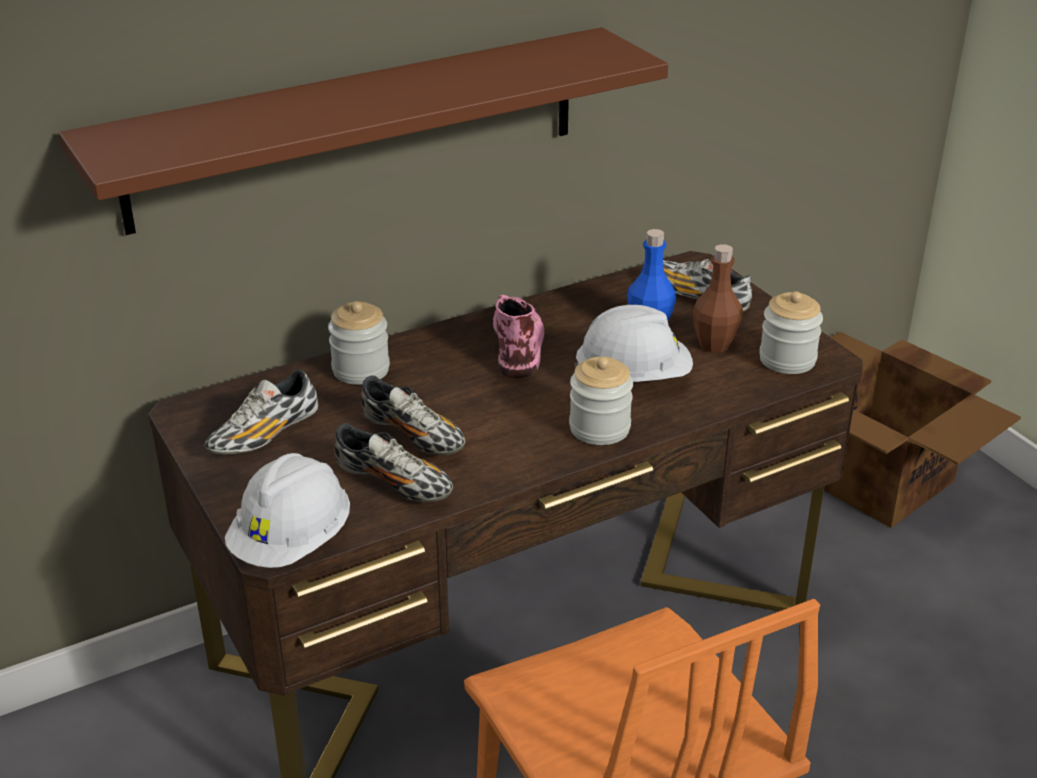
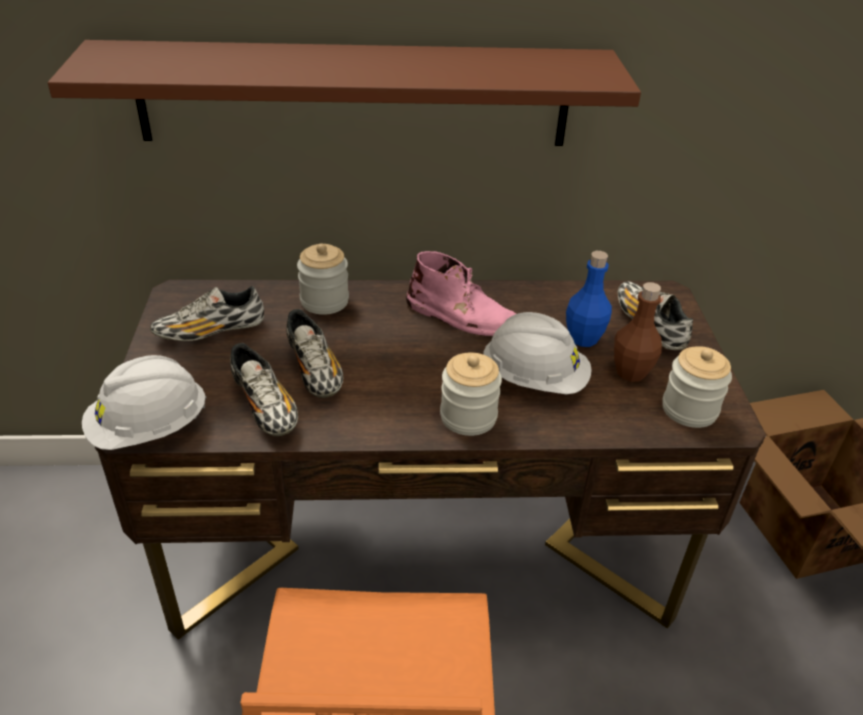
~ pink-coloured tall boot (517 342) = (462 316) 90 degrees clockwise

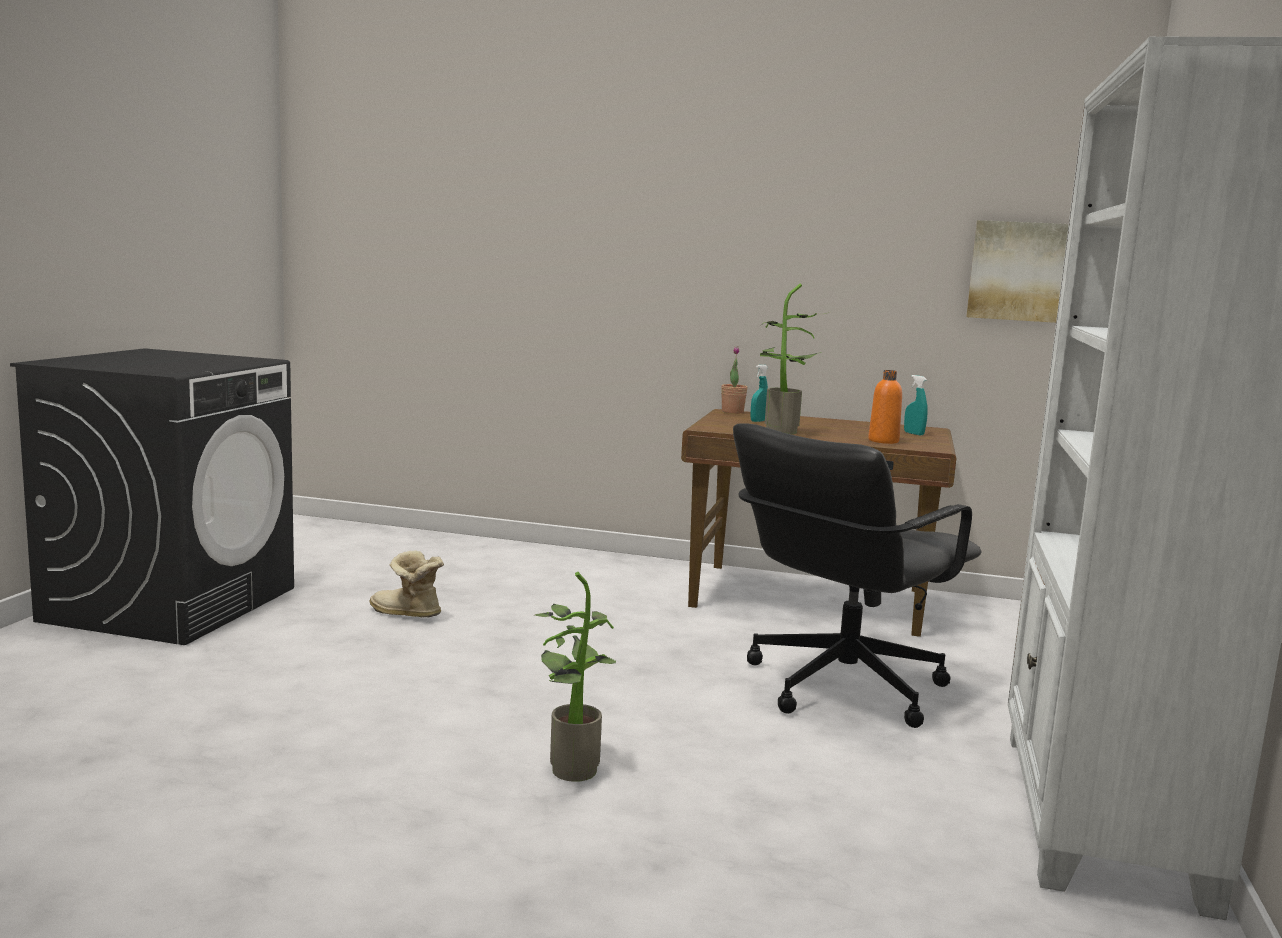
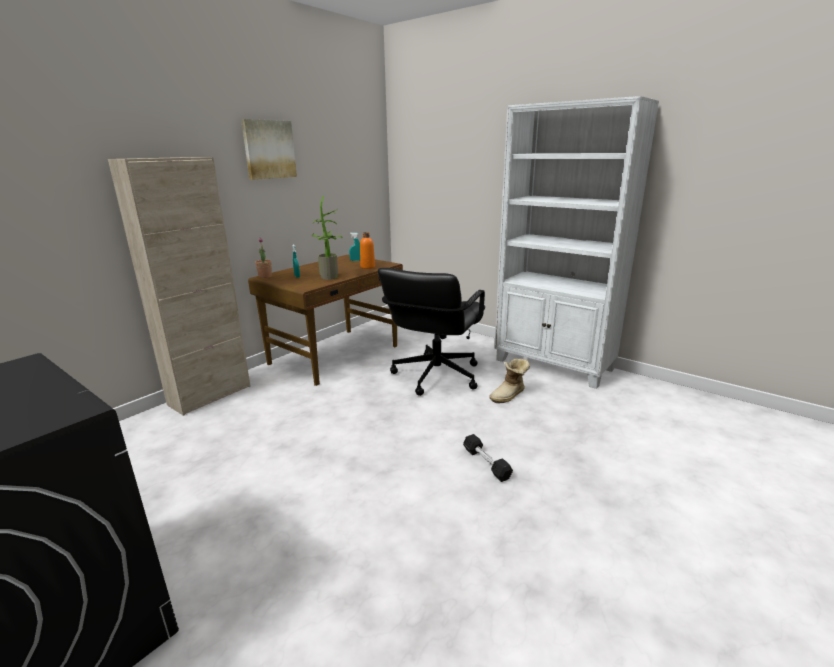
~ wall art (1021 271) to (269 149)
~ black desk chair (841 686) = (435 375) 45 degrees clockwise
~ tall boot (405 614) to (509 395)
~ potted plant (570 767) to black hand weight (486 463)
+ sand-coloured storage cabinet (210 395)

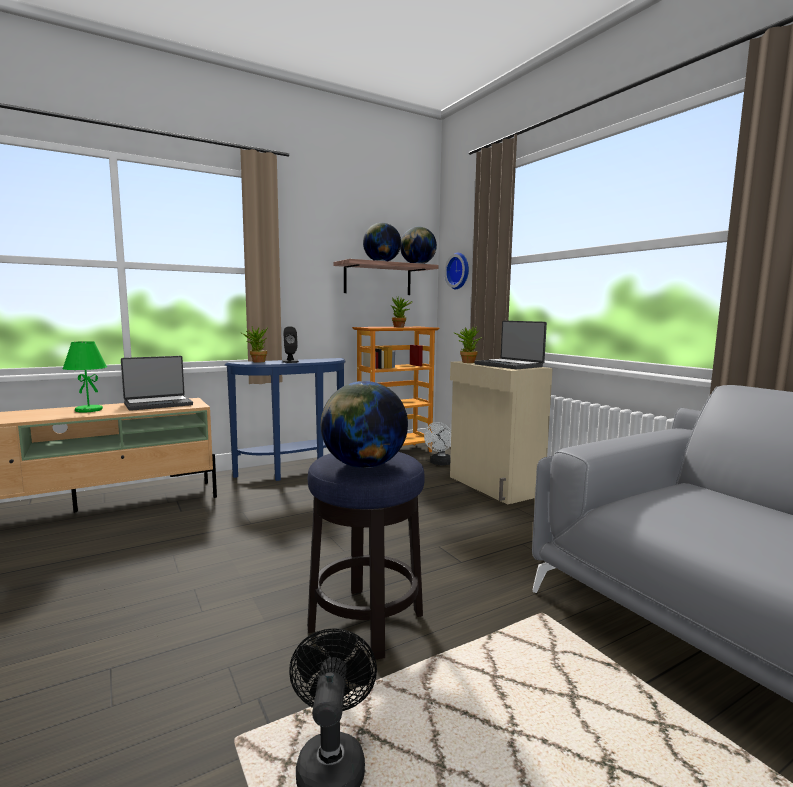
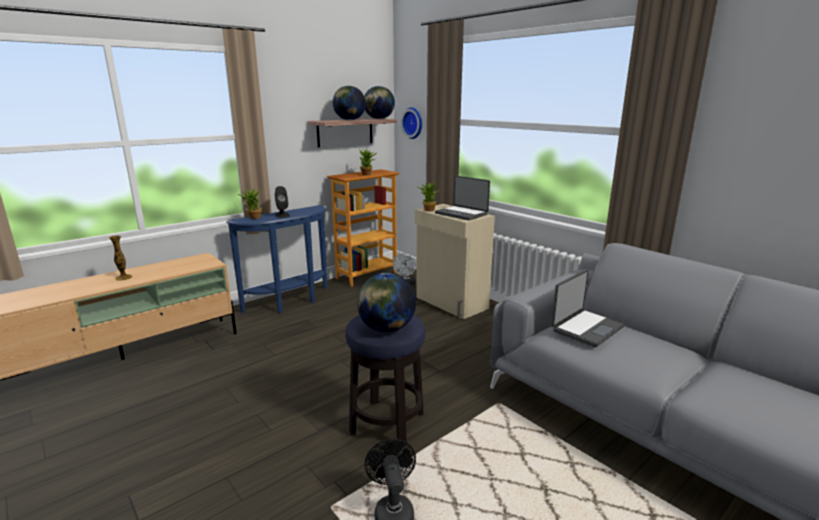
~ green-coloured tabletop lamp (88 410) to decorative vase (123 277)
~ notebook computer (158 404) to (586 328)

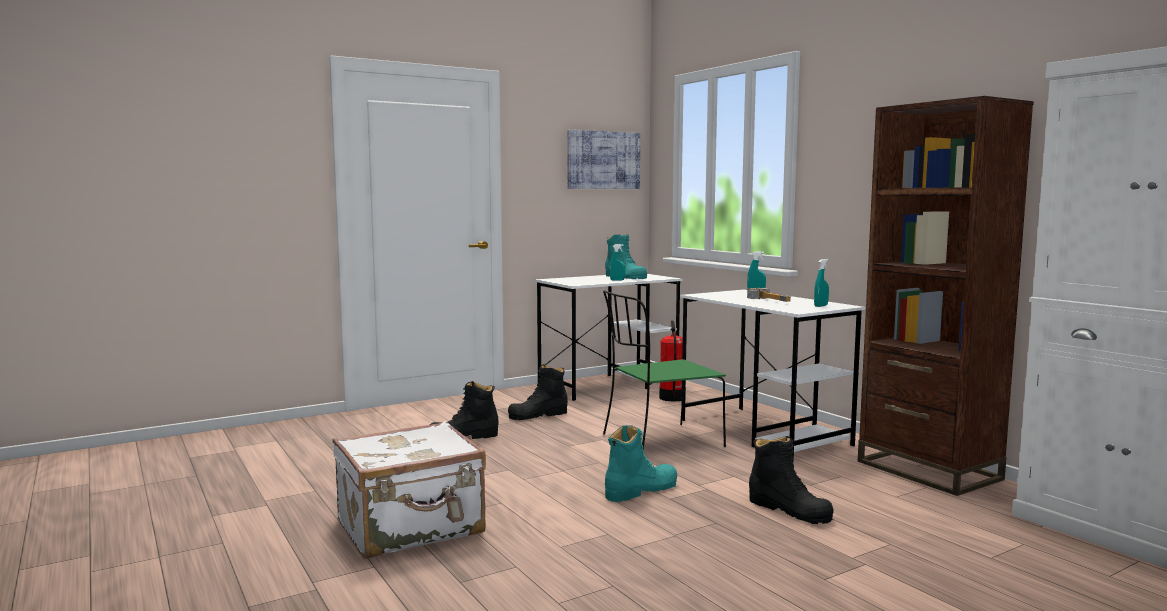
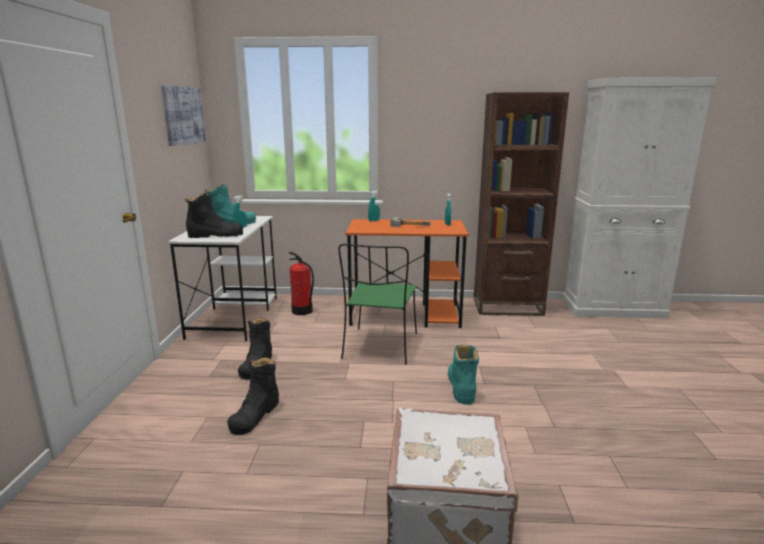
~ white desk unit (764 432) to orange-coloured desk unit (406 315)
~ black tall boot (789 510) to (216 235)

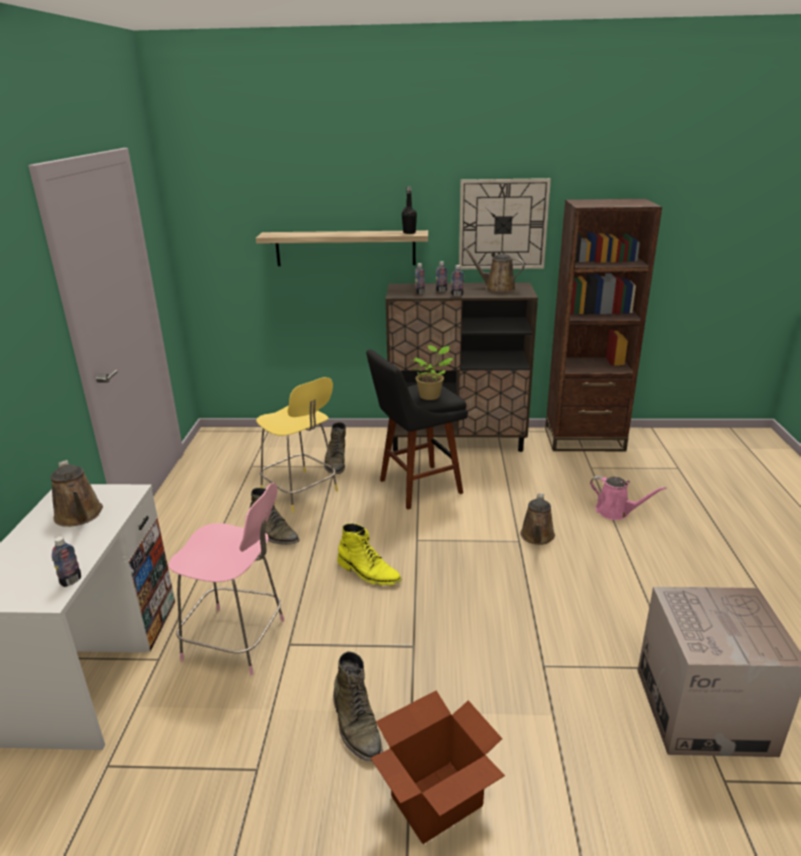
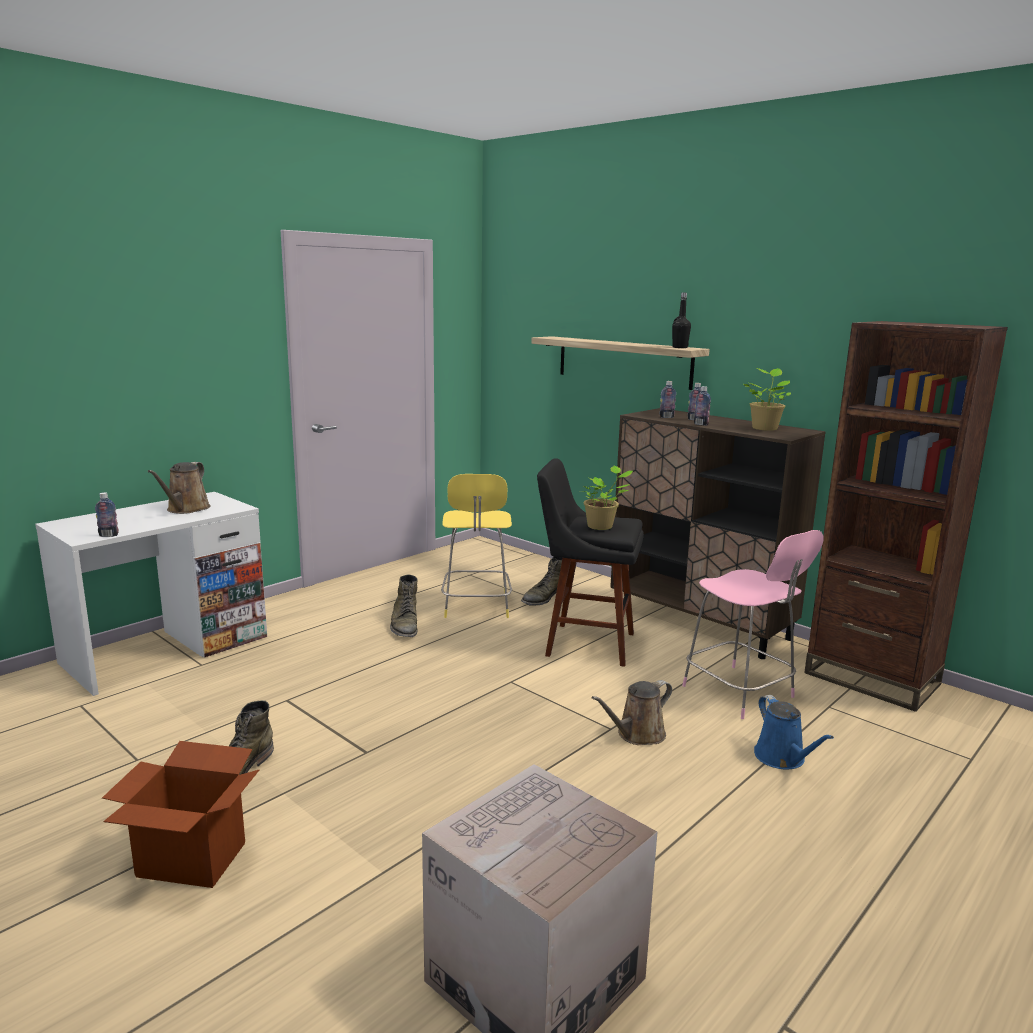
- hanging clock (503 224)
~ brown-coloured watering pot (497 288) to potted plant (765 428)
~ pink-coloured watering pot (616 511) to blue watering pot (782 758)
~ pink-coloured sitting stool (238 641) to (740 693)
- yellowish tall boot (368 572)

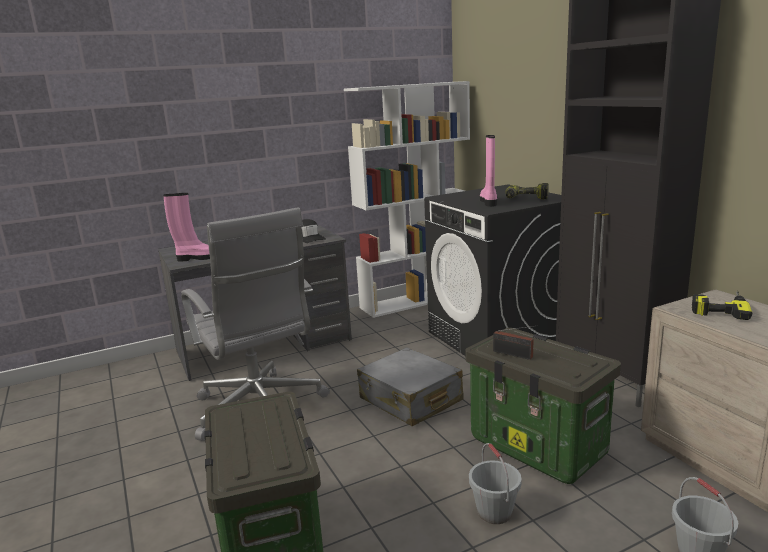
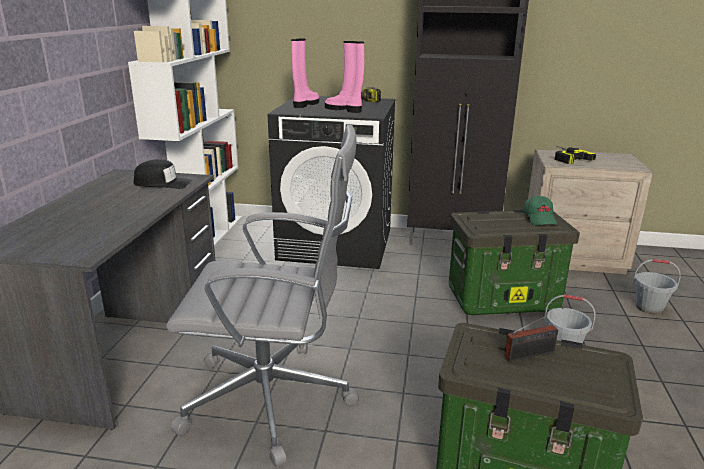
~ pink-coloured tall boot (198 258) to (305 104)
~ radio set (514 355) to (532 354)
- gray travel case (410 400)
+ green-coloured baseball cap (540 219)

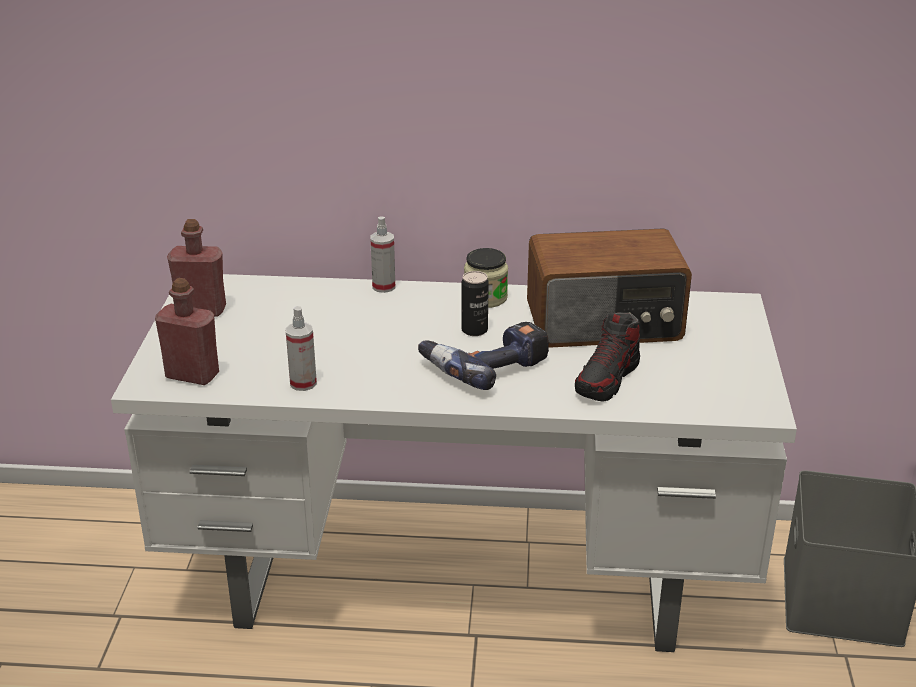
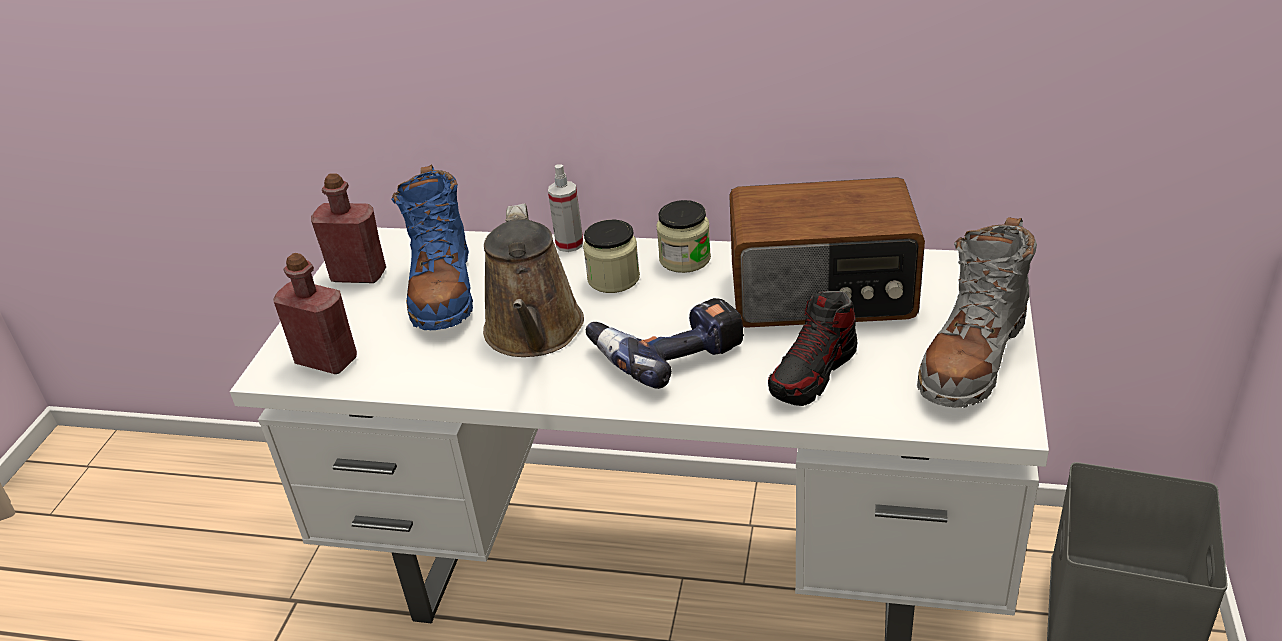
- metal can (474 330)
- hand sprayer (303 383)
+ blue tall boot (443 289)
+ brown-coloured watering pot (534 333)
+ gray tall boot (972 358)
+ jar (613 278)

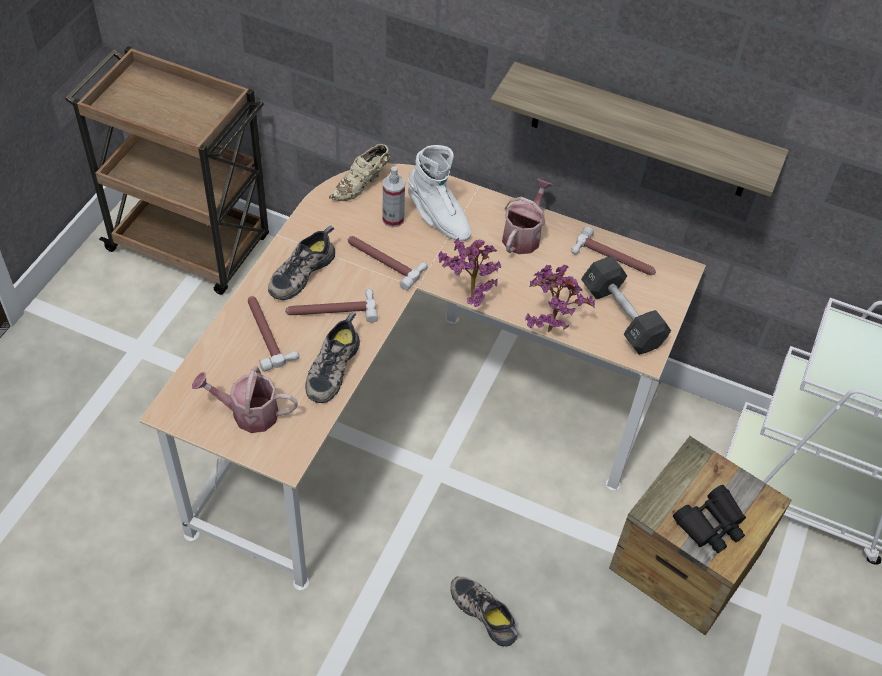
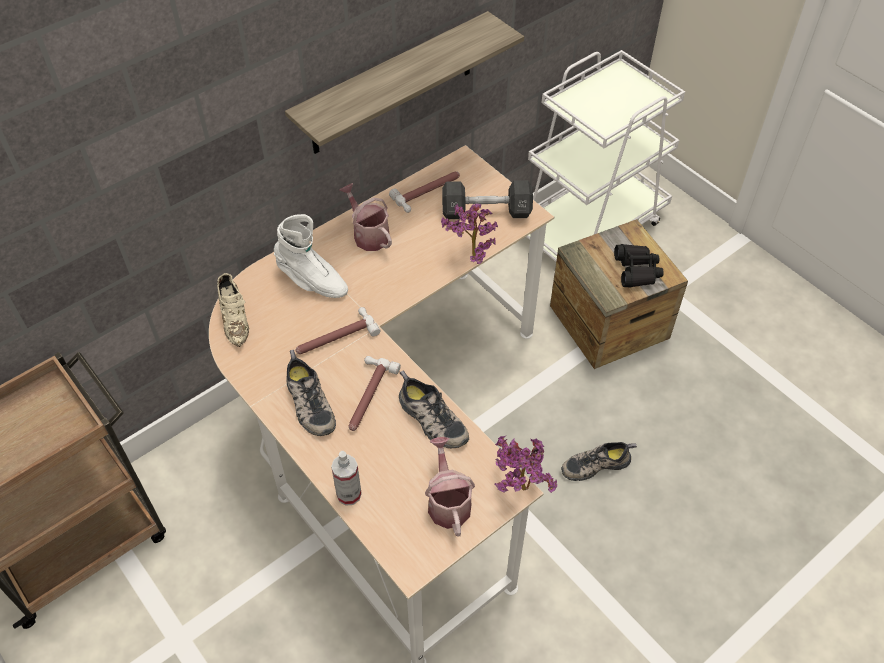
~ white tall boot (438 218) = (312 281) 45 degrees clockwise
~ hand sprayer (393 219) to (349 494)
~ potted plant (468 297) to (519 491)
- hammer (267 333)
~ watering pot (248 413) = (448 501) 135 degrees clockwise

